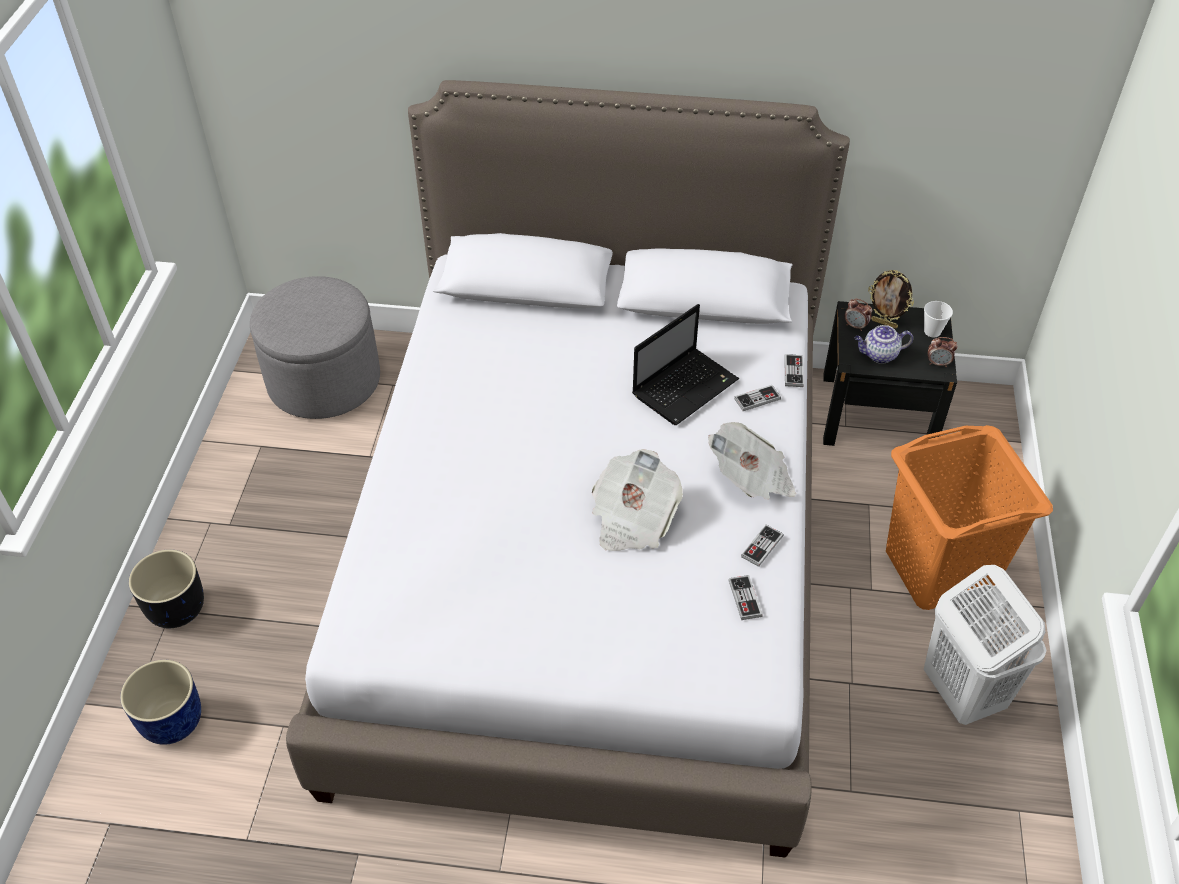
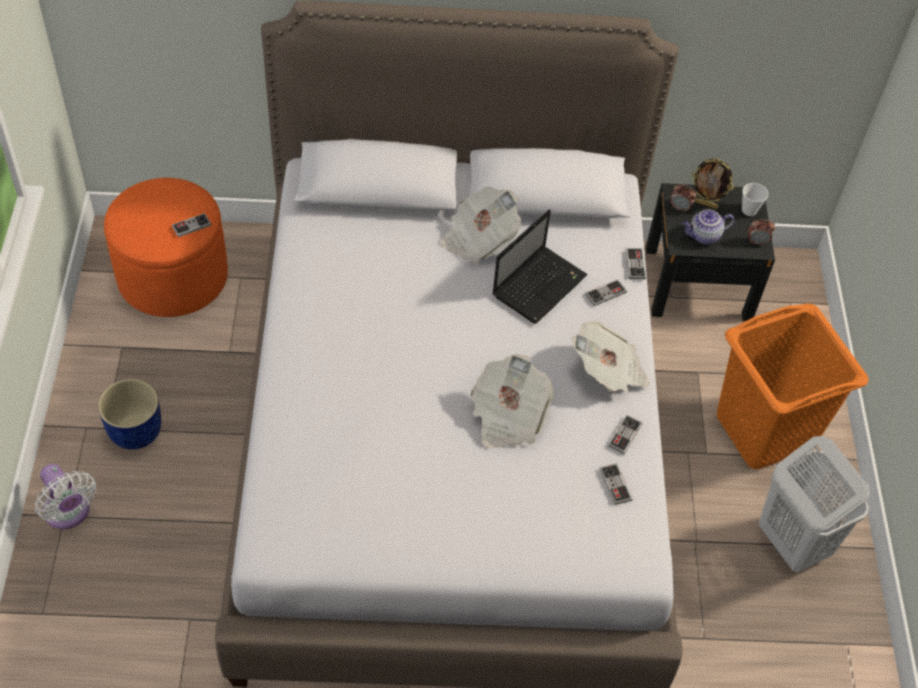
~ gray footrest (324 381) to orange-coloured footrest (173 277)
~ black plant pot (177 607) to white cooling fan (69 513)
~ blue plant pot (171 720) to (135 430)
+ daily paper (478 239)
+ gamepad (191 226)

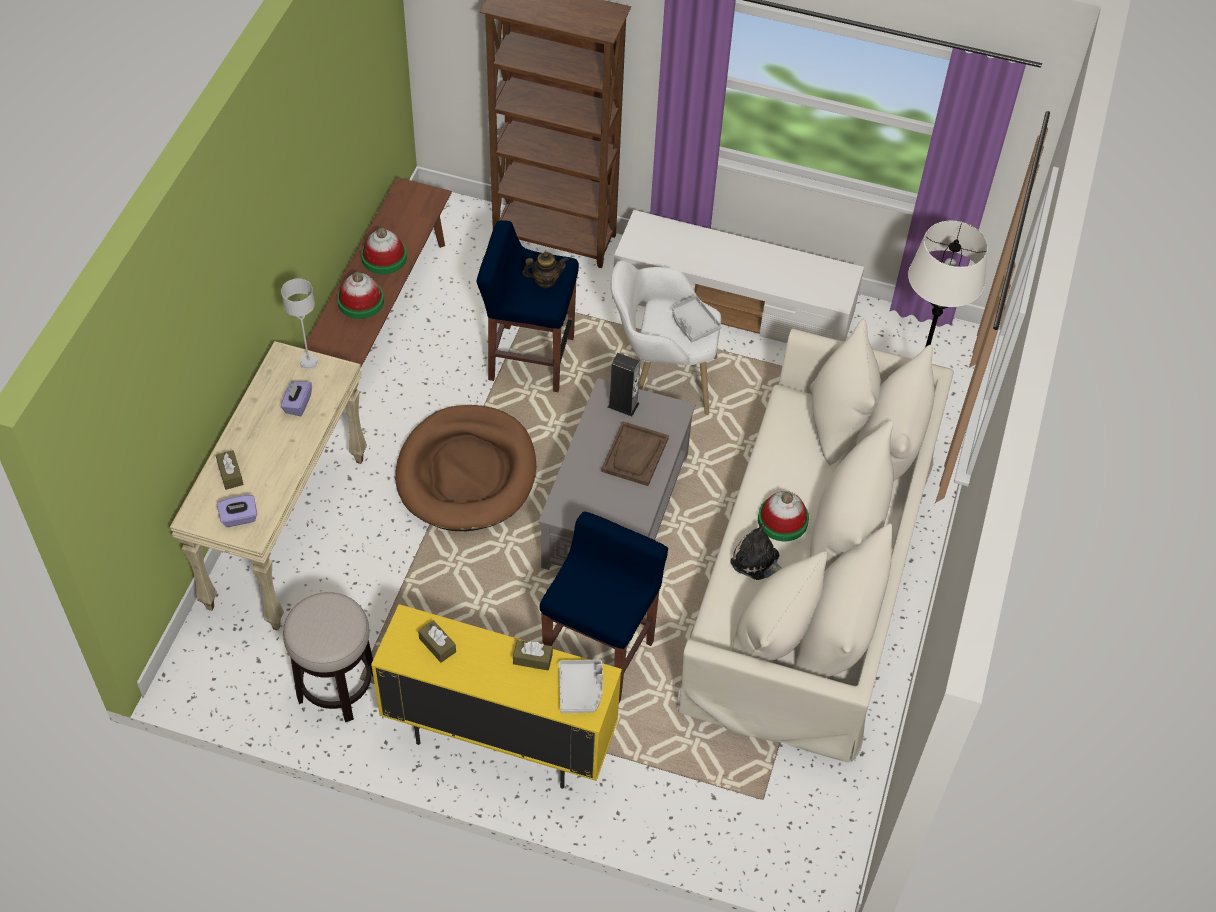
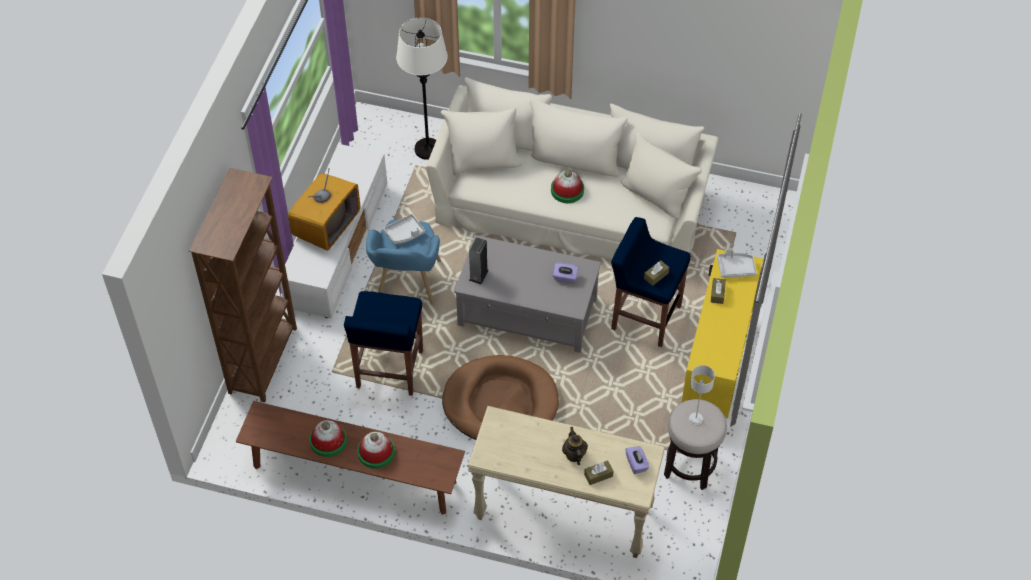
~ teapot (545 280) to (574 455)
~ white lounge chair (661 379) to blue lounge chair (407 288)
~ gray tabletop lamp (308 362) to (696 419)
~ purplish box of tissues (297 404) to (565 277)
- brown-coloured tray (635 455)
- cuddly toy (757 561)
~ brown-coloured box of tissues (437 645) to (656 276)
+ television (326 225)

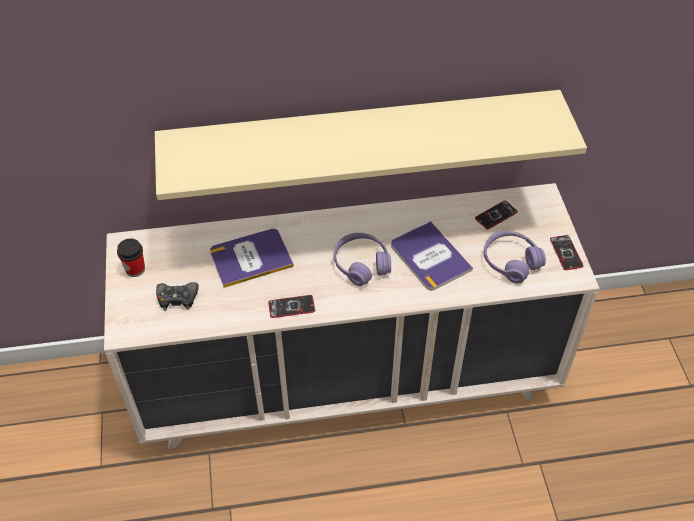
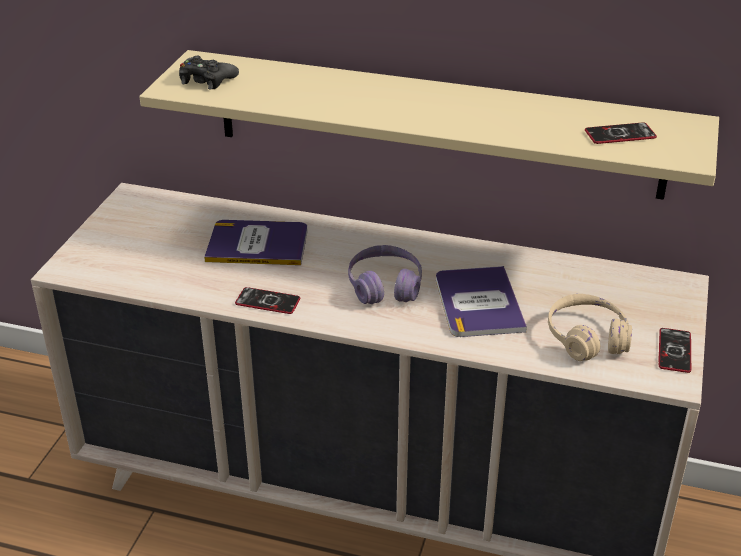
~ telephone (496 215) to (620 134)
~ purplish pair of headphones (510 262) to sand-coloured pair of headphones (587 338)
- cup (135 269)
~ black gamepad (177 298) to (206 80)

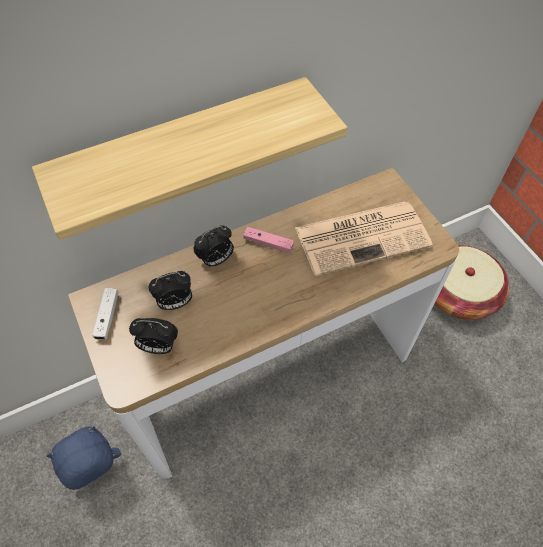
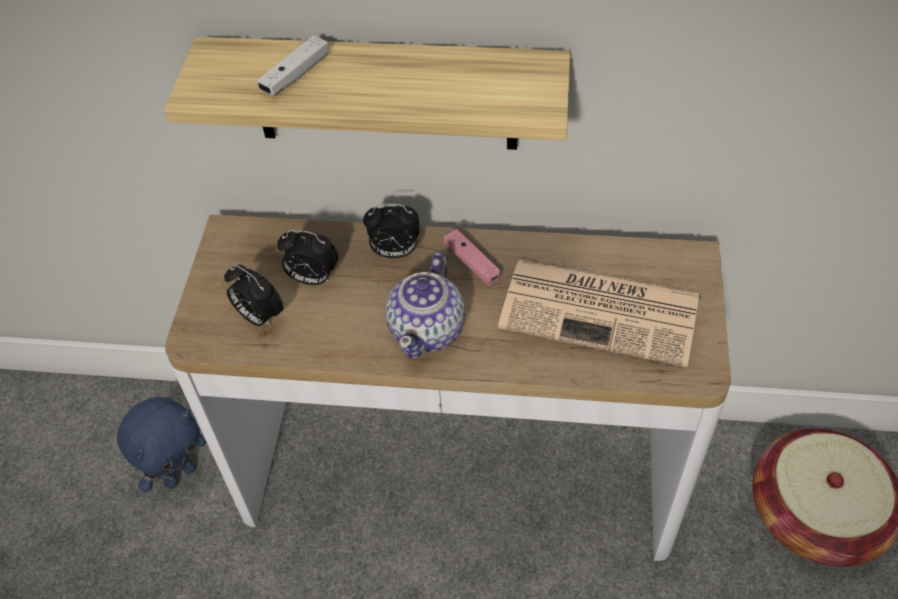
~ white gamepad (107 317) to (295 75)
~ blue cuddly toy (98 473) = (180 474) 135 degrees clockwise
+ teapot (428 329)

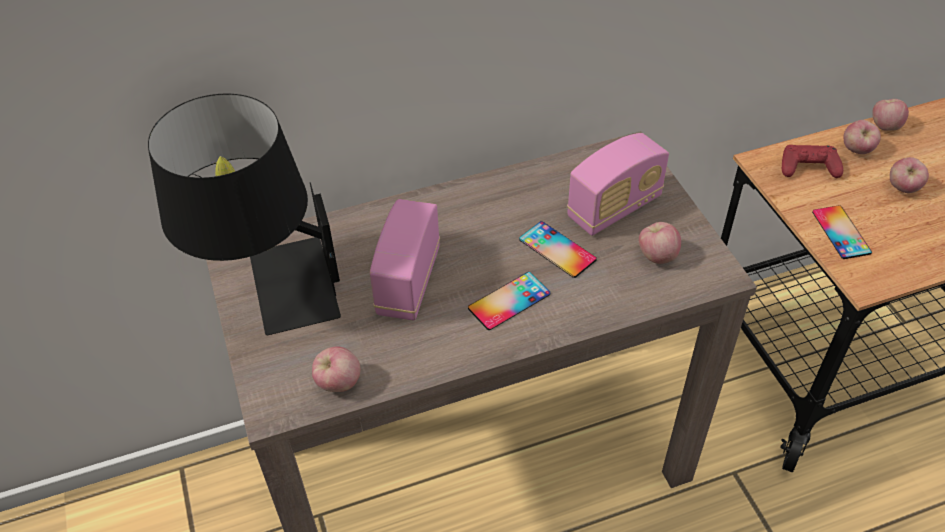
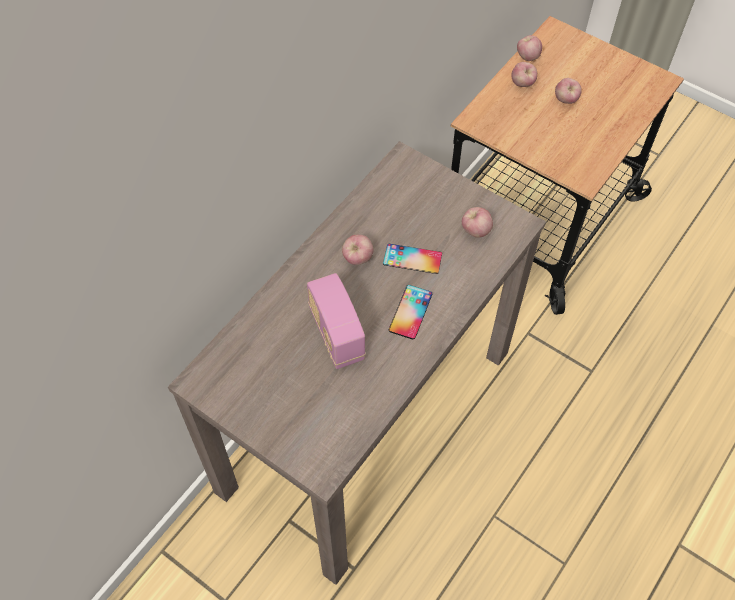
- black tabletop lamp (268 290)
- radio set (614 208)
- red gamepad (808 167)
- telephone (841 232)
~ whole apple (338 383) to (358 259)

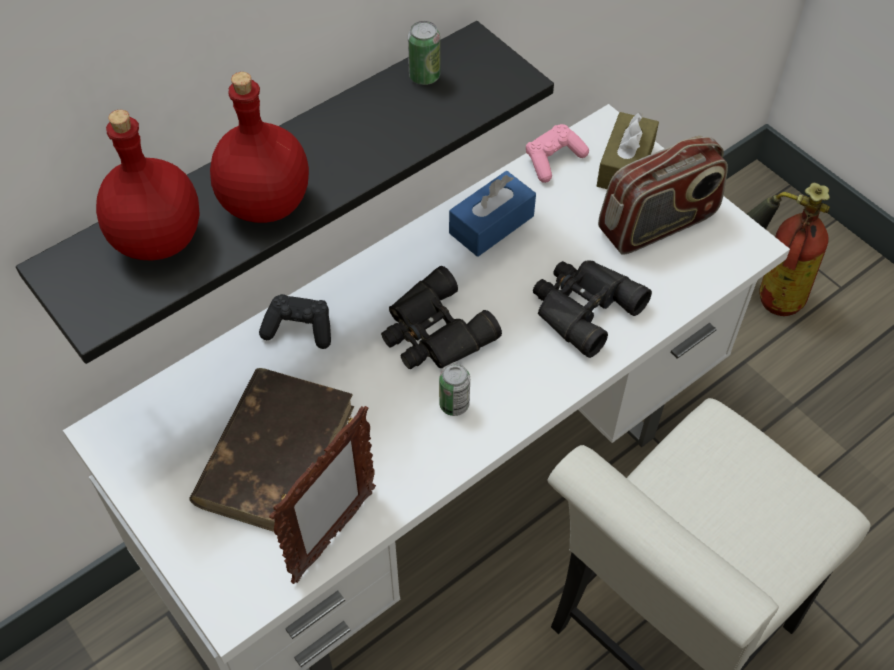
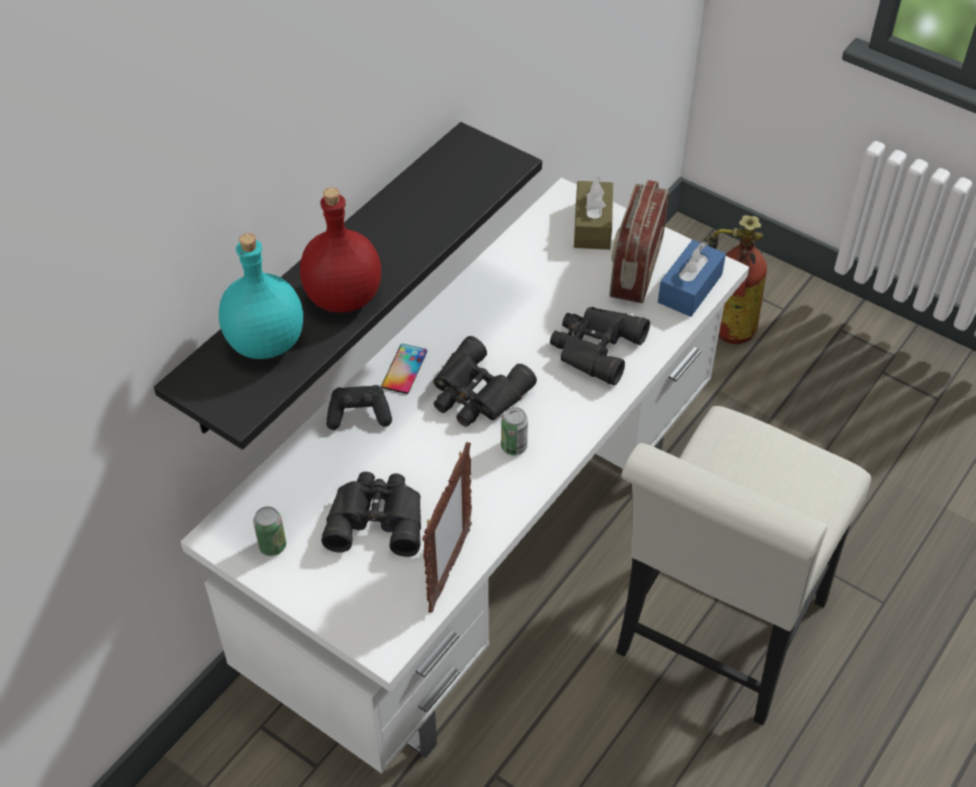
~ metal can (424 76) to (272 546)
~ red beverage bottle (157 241) to turquoise beverage bottle (265 343)
- pink-coloured gamepad (553 160)
~ radio set (658 224) = (635 268) 150 degrees clockwise
~ blue box of tissues (491 224) to (690 288)
~ brown-coloured volume (276 453) to black binoculars (376 517)
+ telephone (404 369)

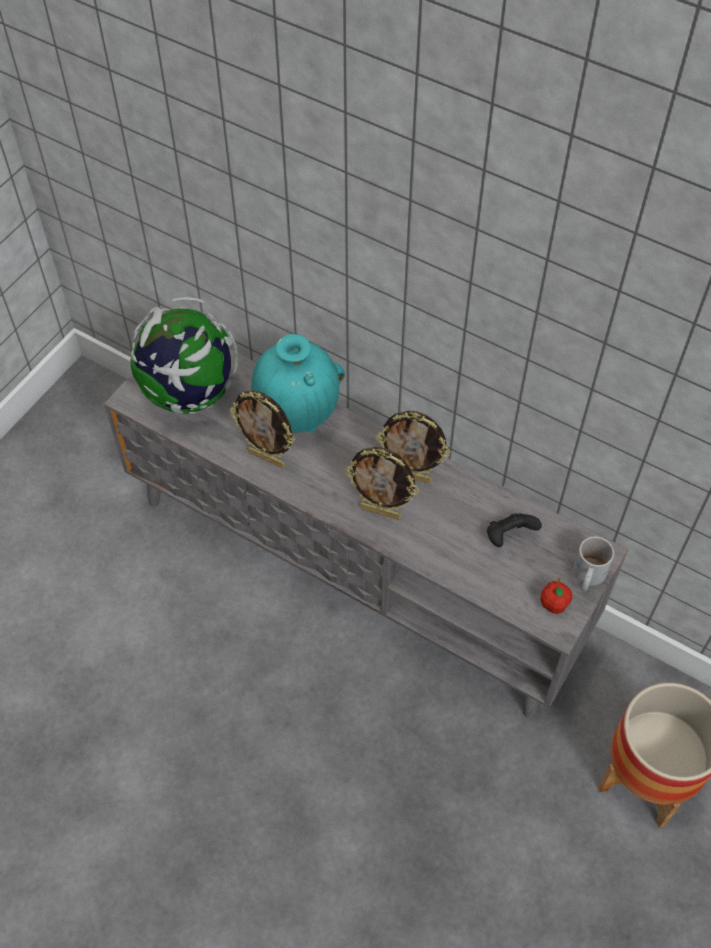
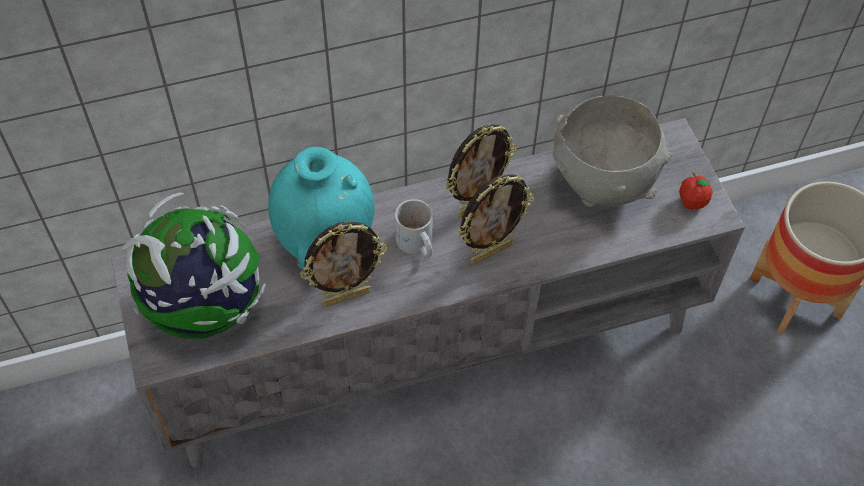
~ black gamepad (509 537) to gray bowl (601 183)
~ white tea mug (586 575) to (416 245)

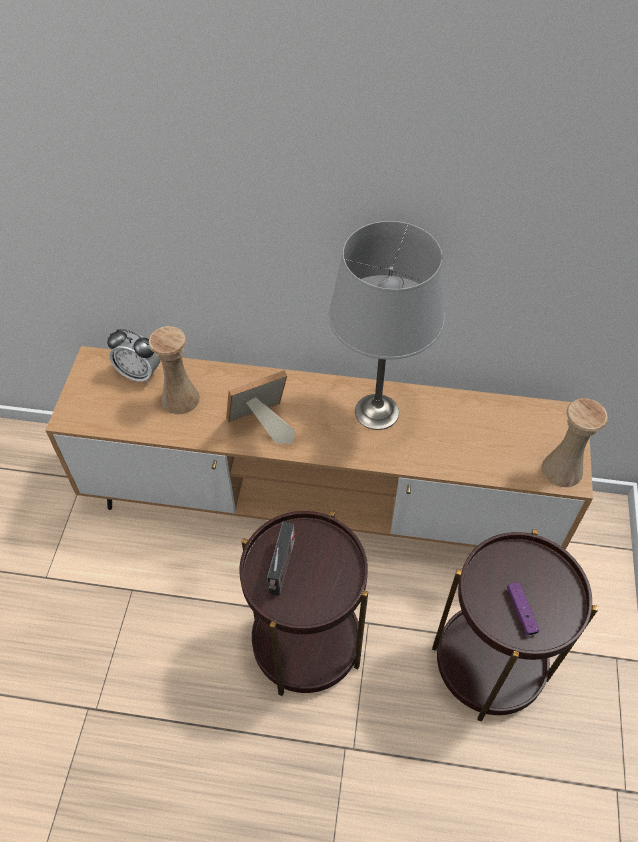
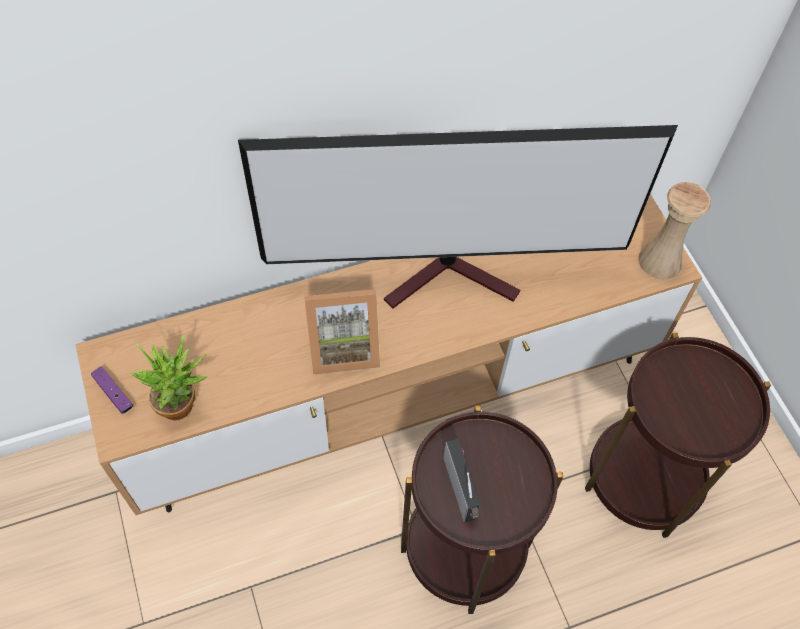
~ gray tabletop lamp (377 411) to television (453 278)
- sand-coloured decorative vase (180 399)
- alarm clock (139 374)
~ standing frame (261 426) = (343 347) 135 degrees counterclockwise
~ purplish gamepad (521 611) to (114 393)
+ potted plant (183 404)

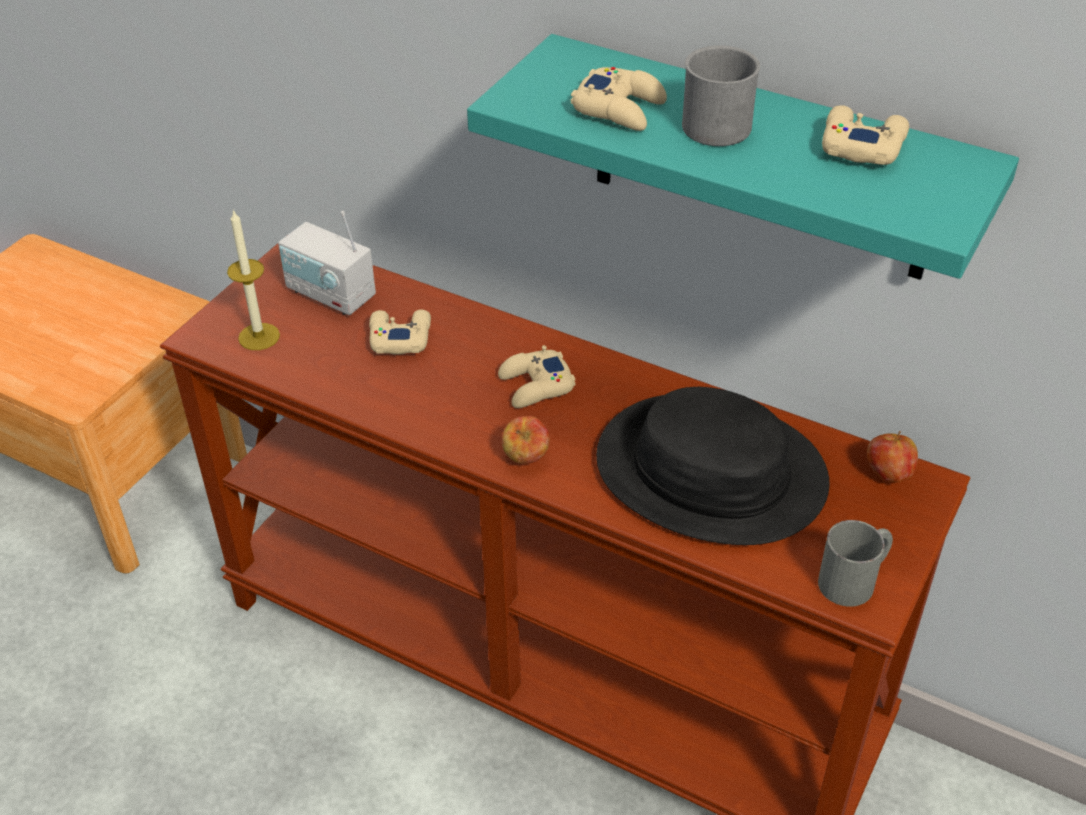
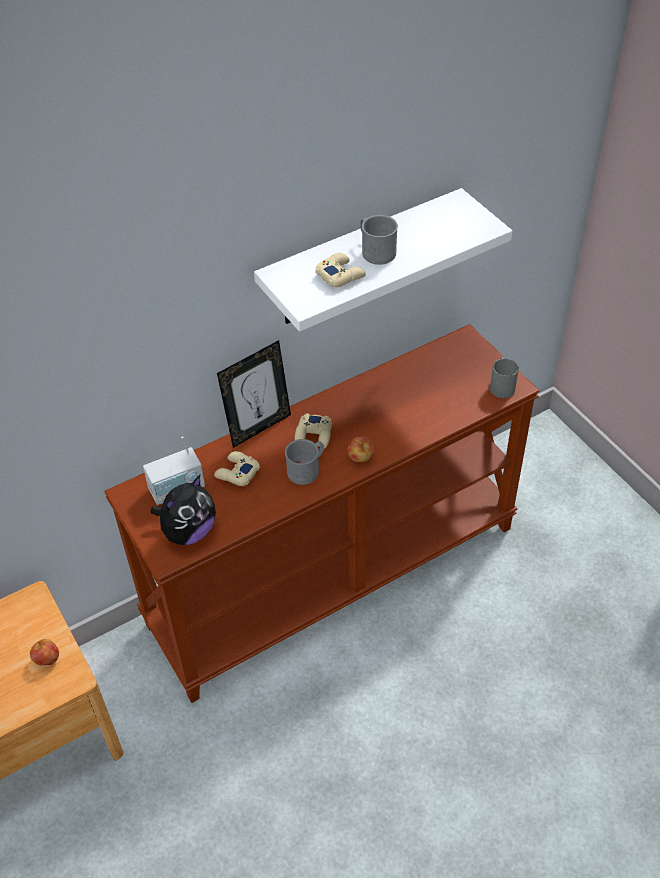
~ turquoise bracket shelf (761 160) to white bracket shelf (361 259)
- sand-coloured gamepad (861 145)
~ wax candle (259 336) to cuddly toy (188 531)
- black clothing hat (710 472)
~ whole apple (888 474) to (47 659)
+ standing frame (259 427)
+ gray tea mug (307 469)

